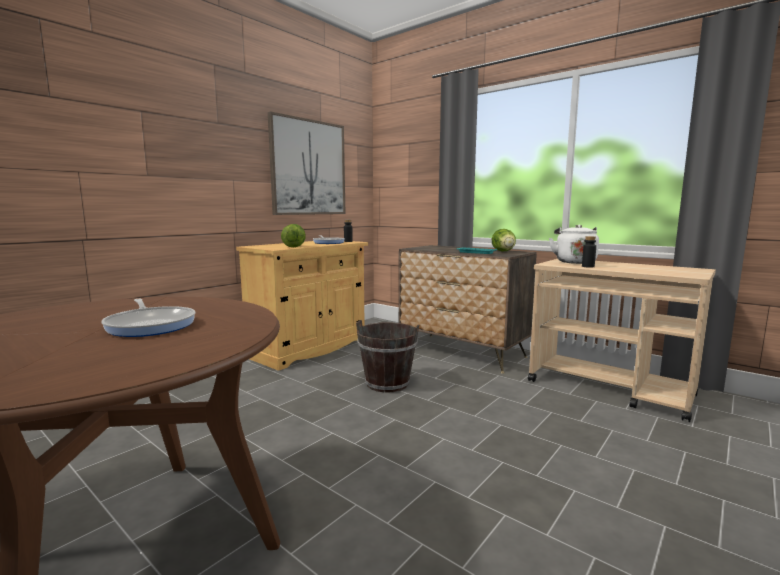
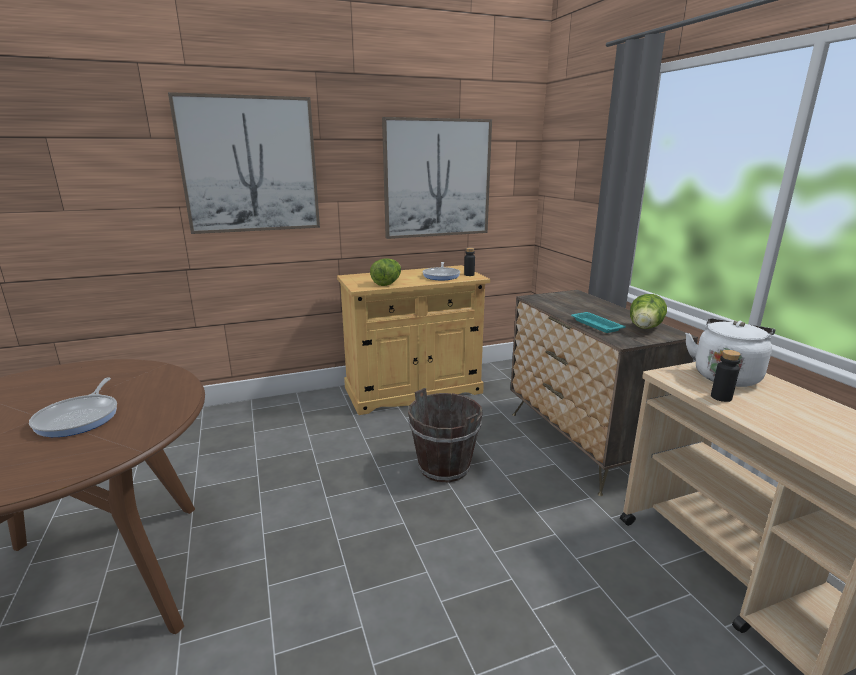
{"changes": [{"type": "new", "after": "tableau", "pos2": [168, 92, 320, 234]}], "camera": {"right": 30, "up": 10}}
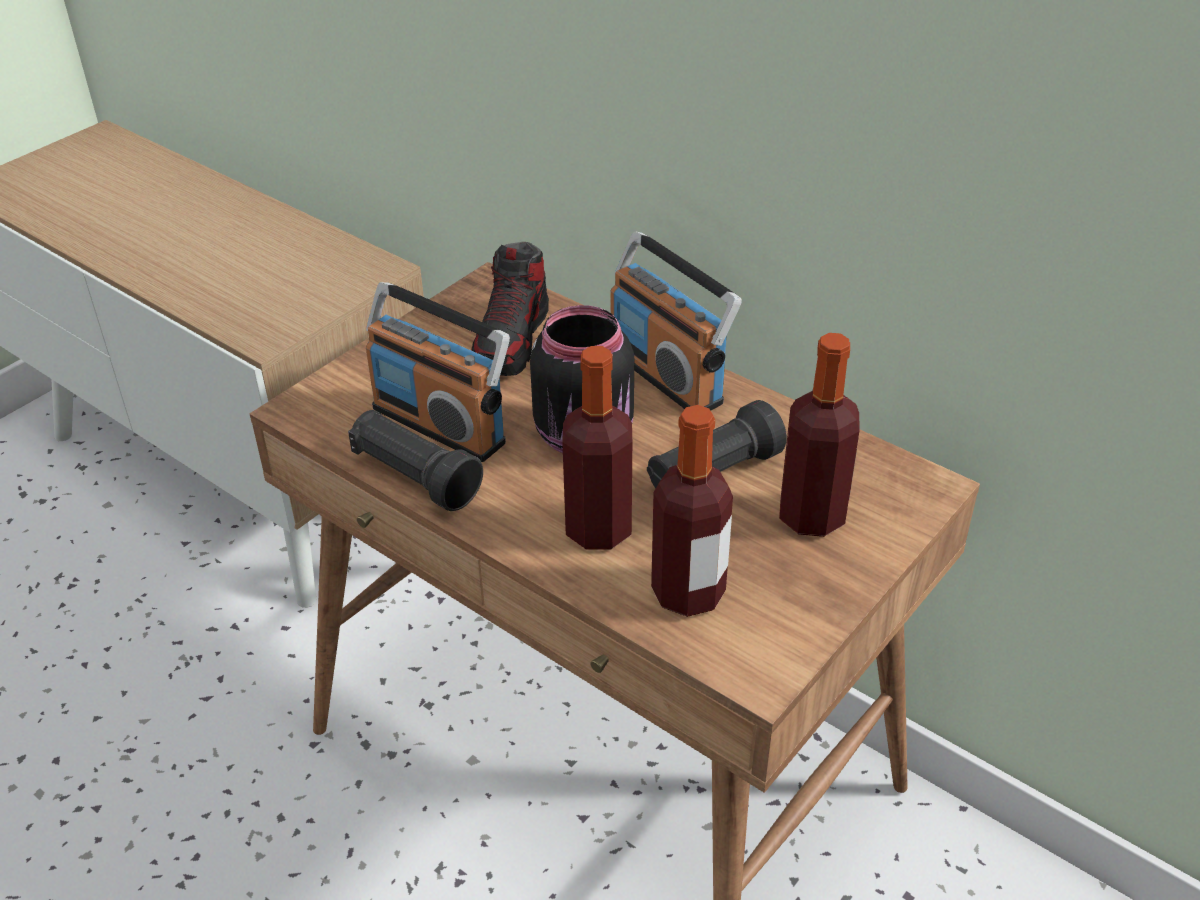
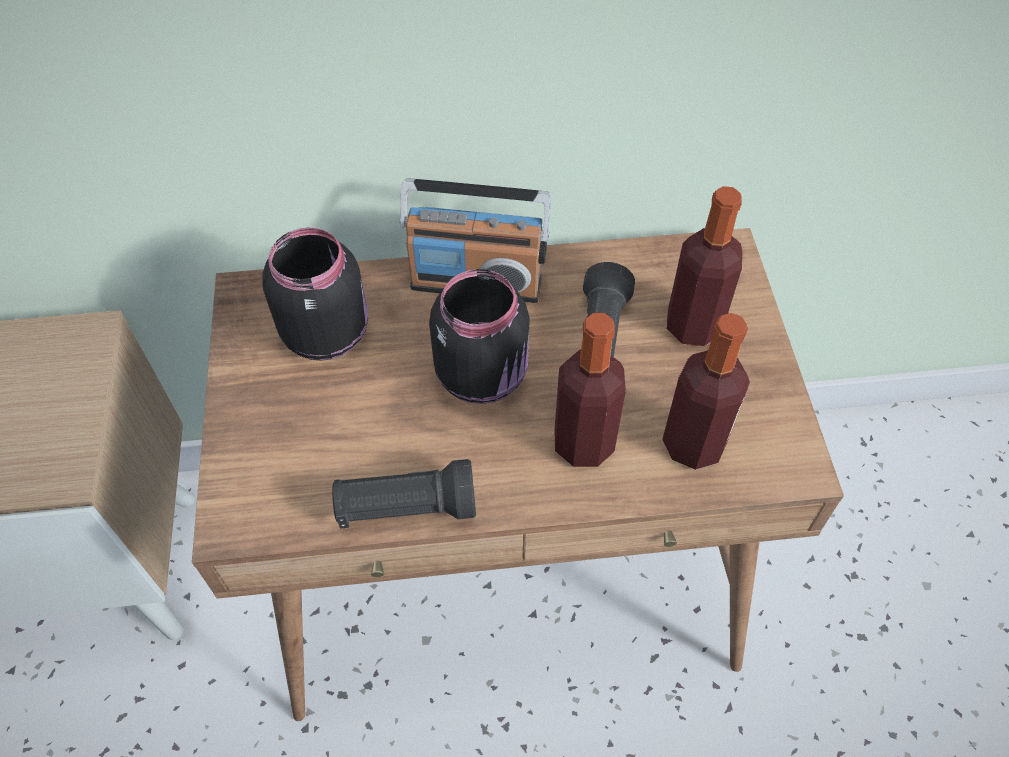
{"changes": [{"type": "swapped", "before": "chaussure", "after": "bocal (noir)", "pos1": [471, 242, 549, 376], "pos2": [262, 228, 368, 361]}, {"type": "gone", "before": "radio", "pos1": [366, 282, 510, 462]}], "camera": {"right": -45, "up": 15}}
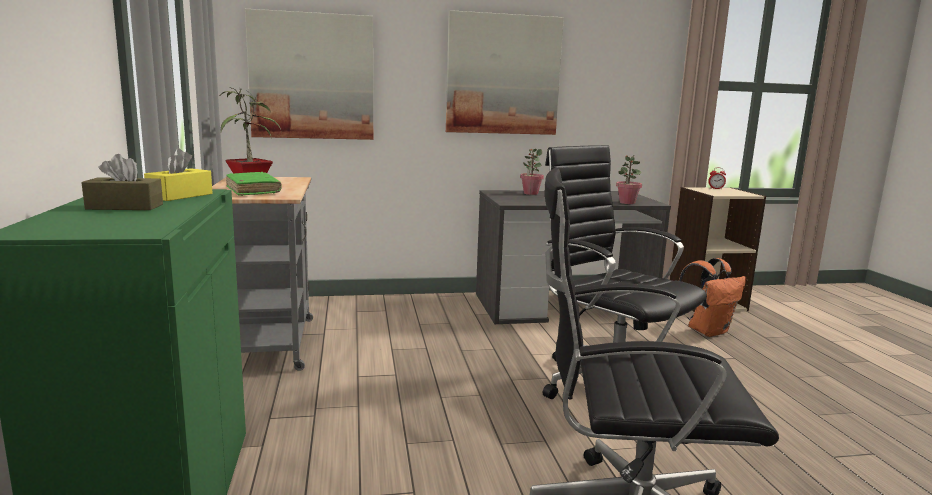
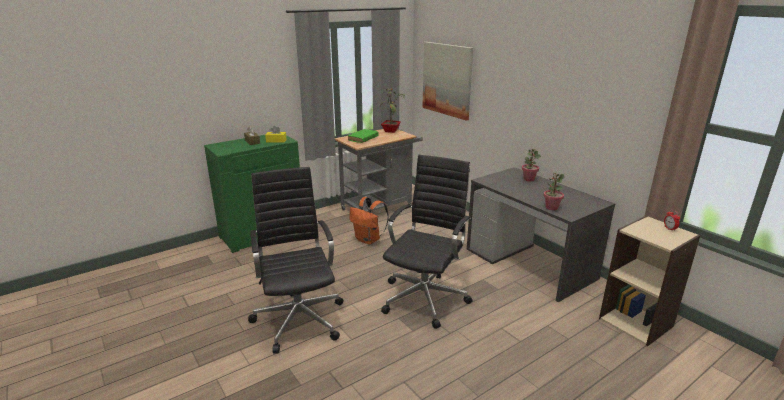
{"changes": [{"type": "gone", "before": "tableau", "pos1": [446, 10, 564, 135]}, {"type": "shifted", "before": "sac à dos (orange)", "pos1": [679, 258, 746, 337], "pos2": [349, 197, 389, 244]}], "camera": {"right": 65, "up": 10}}
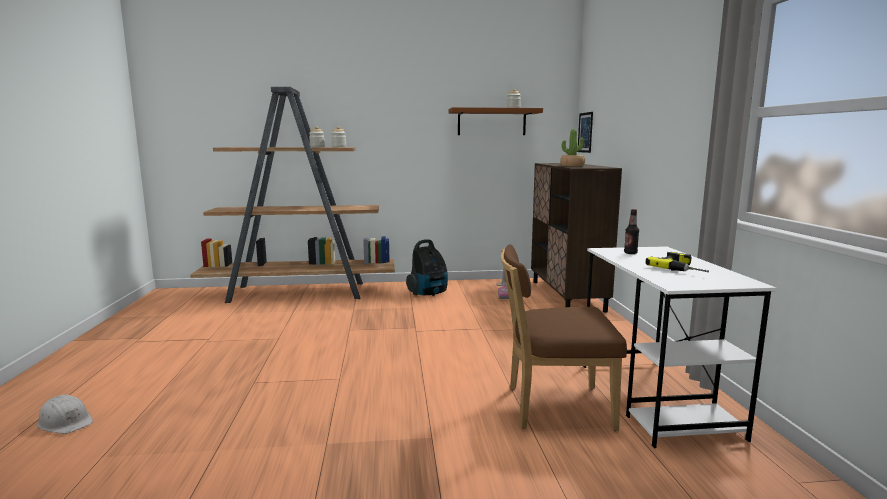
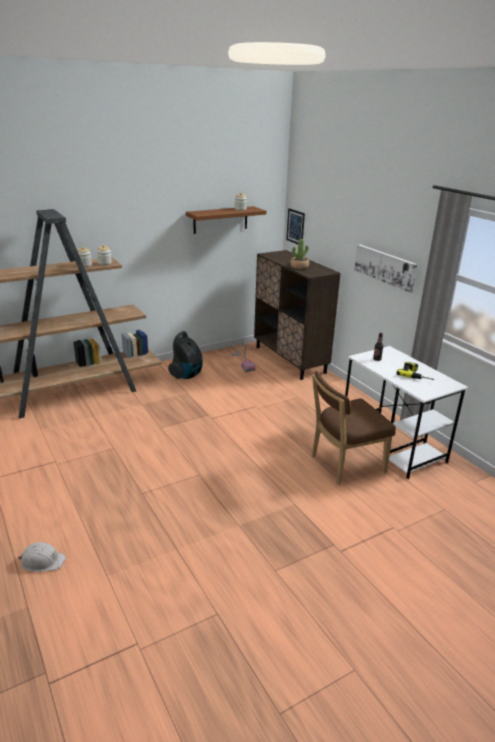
{"changes": [{"type": "new", "after": "tableau", "pos2": [354, 244, 418, 293]}], "camera": {"right": -25, "up": 15}}
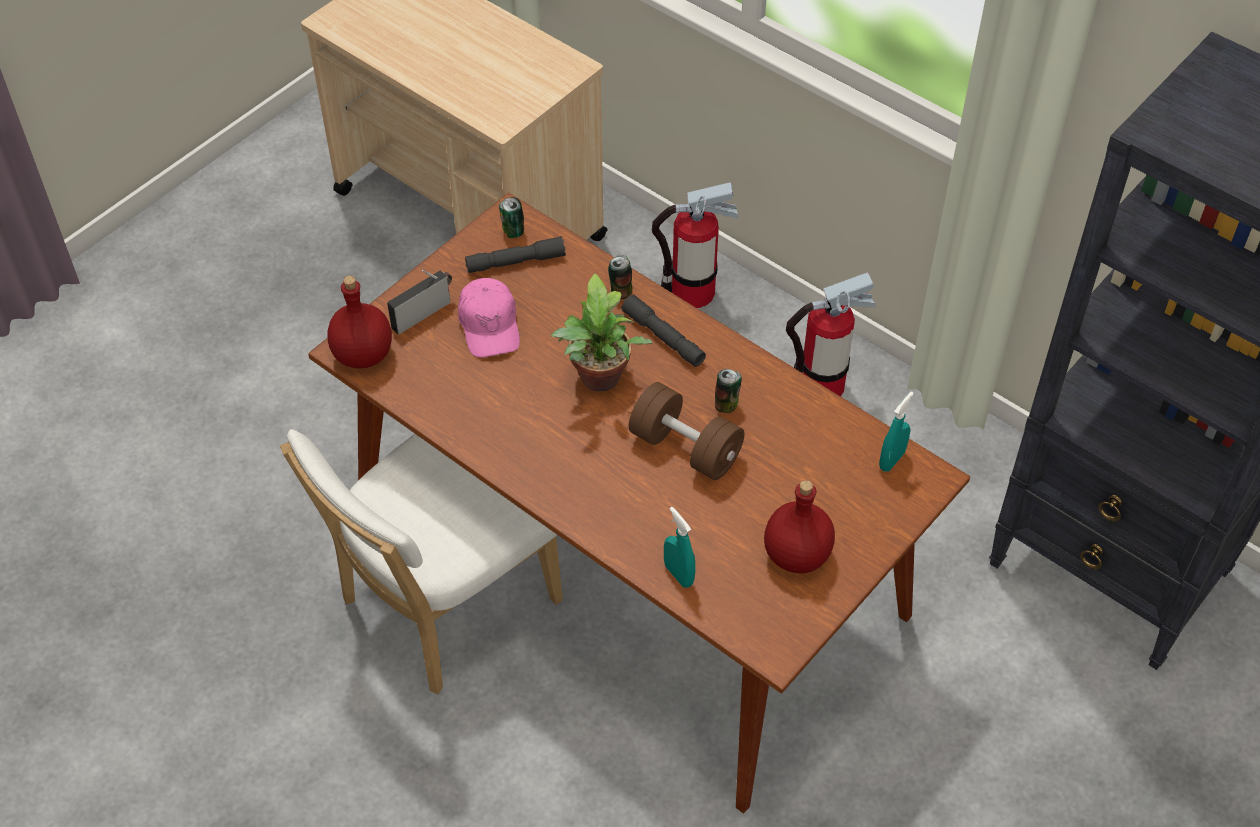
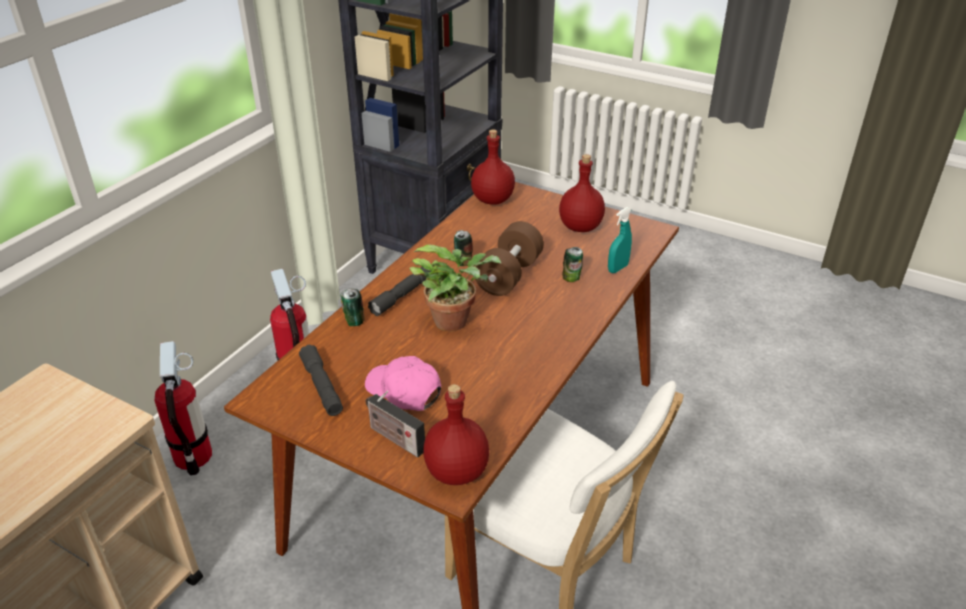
{"changes": [{"type": "shifted", "before": "boîte métallique", "pos1": [499, 197, 524, 238], "pos2": [562, 247, 583, 282]}, {"type": "rotated", "before": "casquette (rose)", "pos1": [458, 278, 520, 357], "pos2": [365, 356, 441, 411], "turn": -120}, {"type": "swapped", "before": "vaporisateur (turquoise)", "after": "bouteille (rouge)", "pos1": [879, 391, 914, 472], "pos2": [471, 130, 515, 205]}], "camera": {"right": -100, "up": -15}}
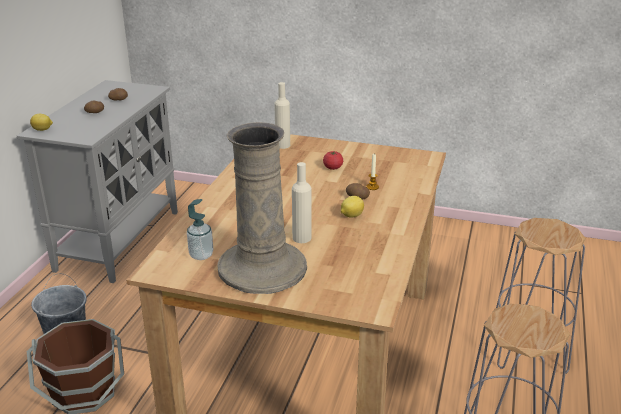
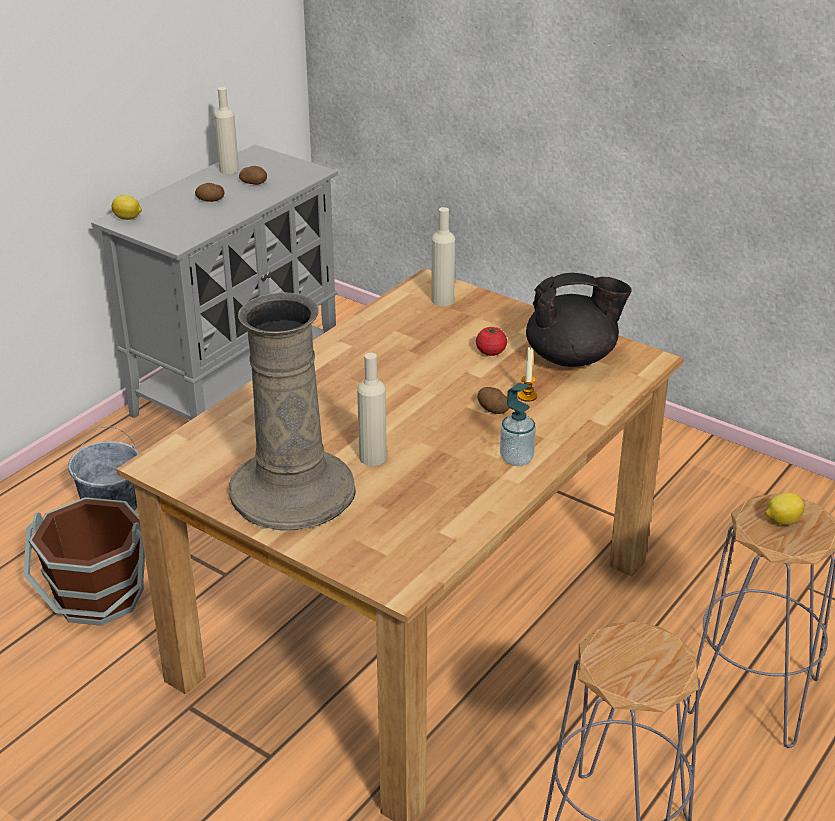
{"changes": [{"type": "shifted", "before": "citron", "pos1": [341, 196, 364, 217], "pos2": [765, 492, 804, 525]}, {"type": "shifted", "before": "distributeur de savon", "pos1": [187, 199, 213, 260], "pos2": [500, 383, 536, 466]}, {"type": "new", "after": "bouteille (beige)", "pos2": [214, 87, 239, 174]}, {"type": "new", "after": "théière (noir)", "pos2": [526, 273, 632, 367]}], "camera": {"right": 20, "up": 5}}
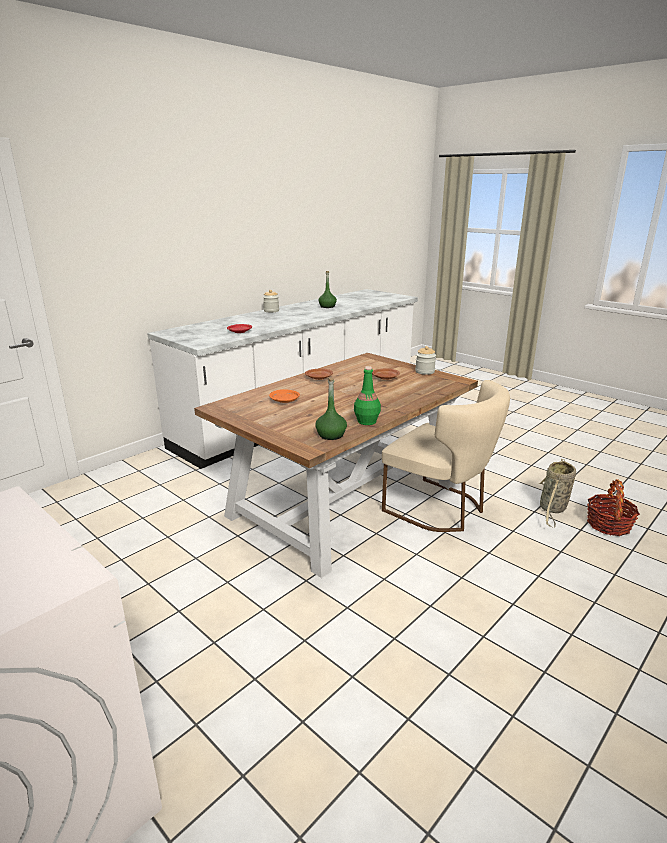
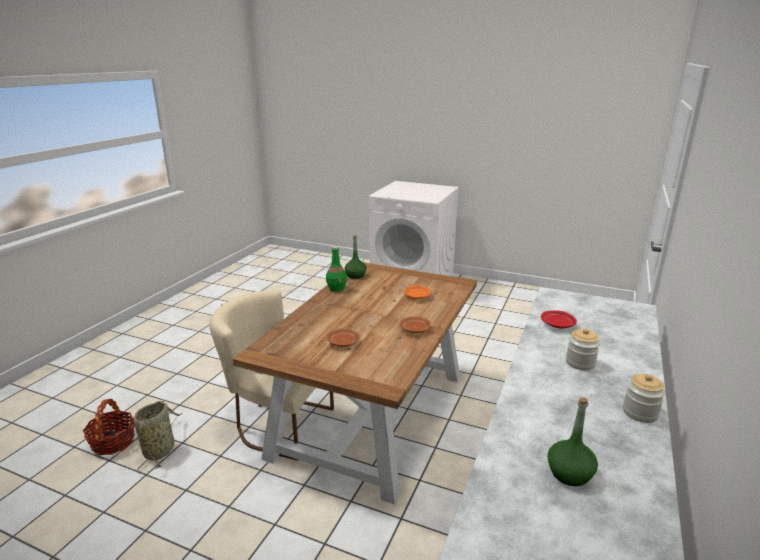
{"changes": [{"type": "shifted", "before": "bocal", "pos1": [415, 346, 436, 375], "pos2": [566, 328, 600, 370]}], "camera": {"right": 160, "up": 0}}
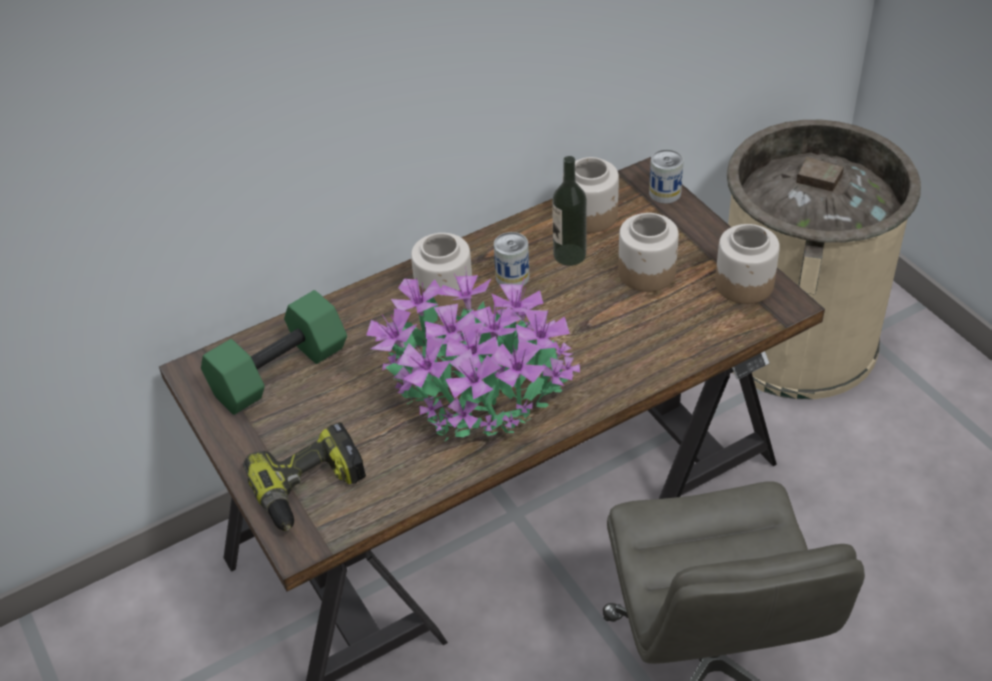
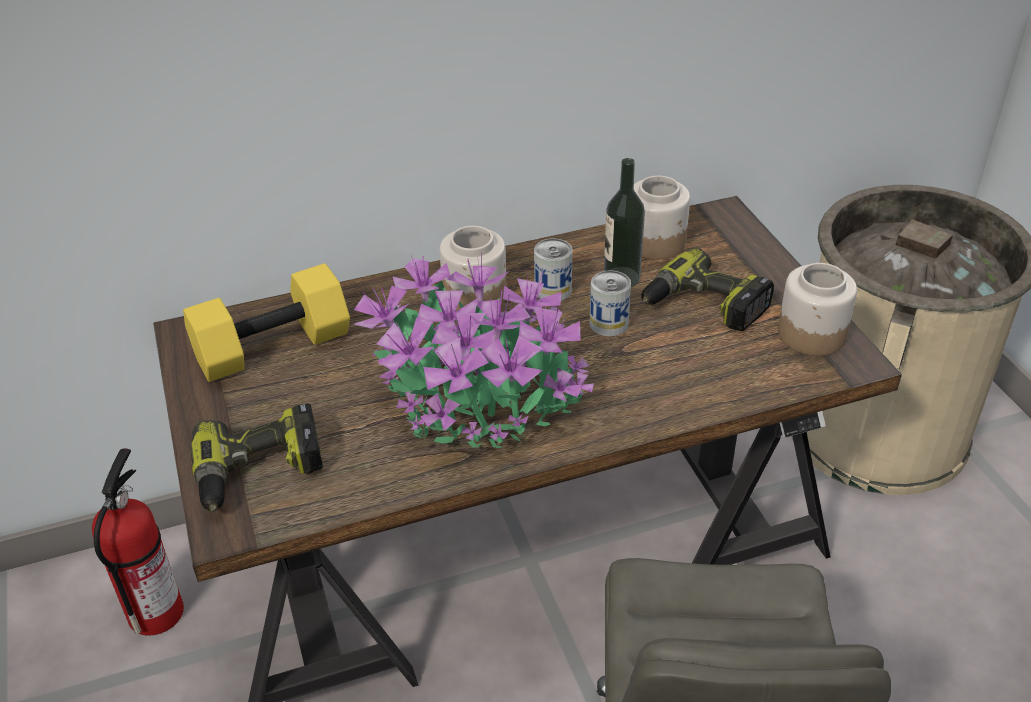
{"changes": [{"type": "shifted", "before": "boîte métallique", "pos1": [649, 149, 684, 204], "pos2": [589, 270, 631, 337]}, {"type": "swapped", "before": "bocal", "after": "perceuse", "pos1": [618, 213, 679, 292], "pos2": [641, 247, 774, 331]}, {"type": "repainted", "before": "haltère (vert)", "after": "haltère (jaune)", "pos1": [201, 290, 347, 415], "pos2": [183, 263, 350, 382]}, {"type": "new", "after": "extincteur", "pos2": [92, 448, 184, 636]}], "camera": {"right": 10, "up": -5}}
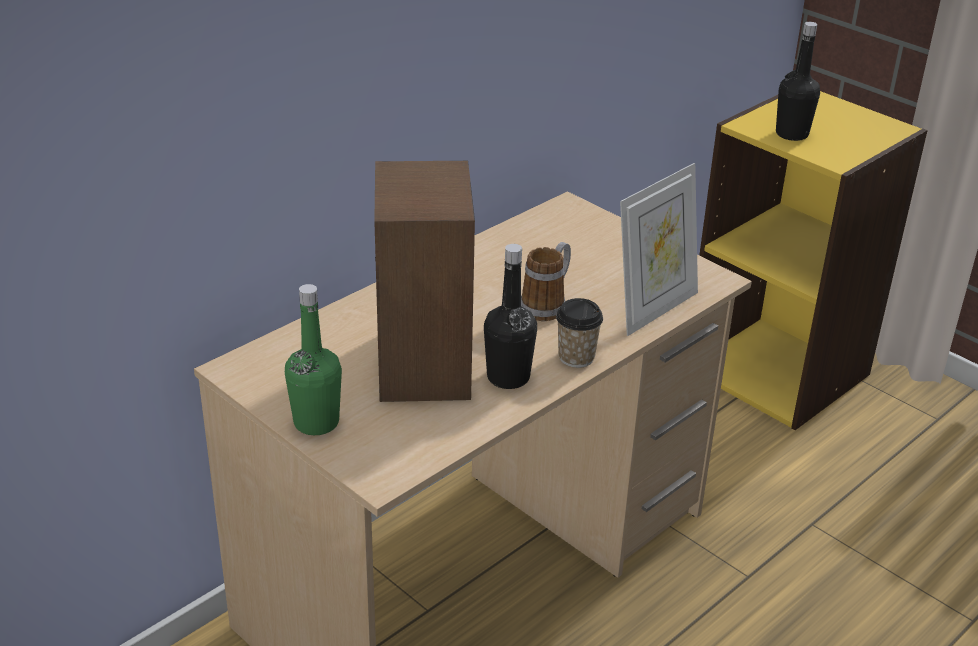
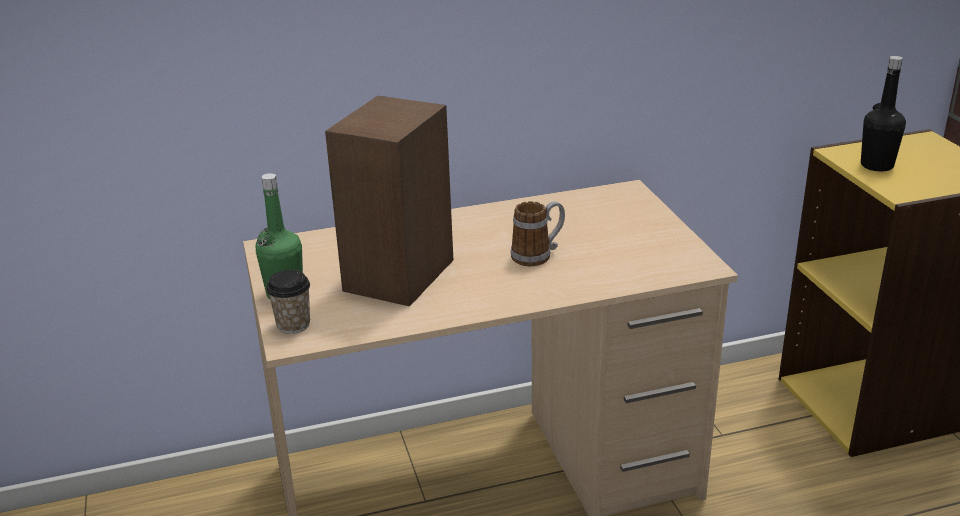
{"changes": [{"type": "gone", "before": "cadre photo", "pos1": [620, 163, 698, 336]}, {"type": "gone", "before": "bouteille (noir)", "pos1": [484, 244, 537, 389]}, {"type": "shifted", "before": "tasse", "pos1": [556, 298, 603, 368], "pos2": [266, 270, 310, 334]}], "camera": {"right": 30, "up": -5}}
